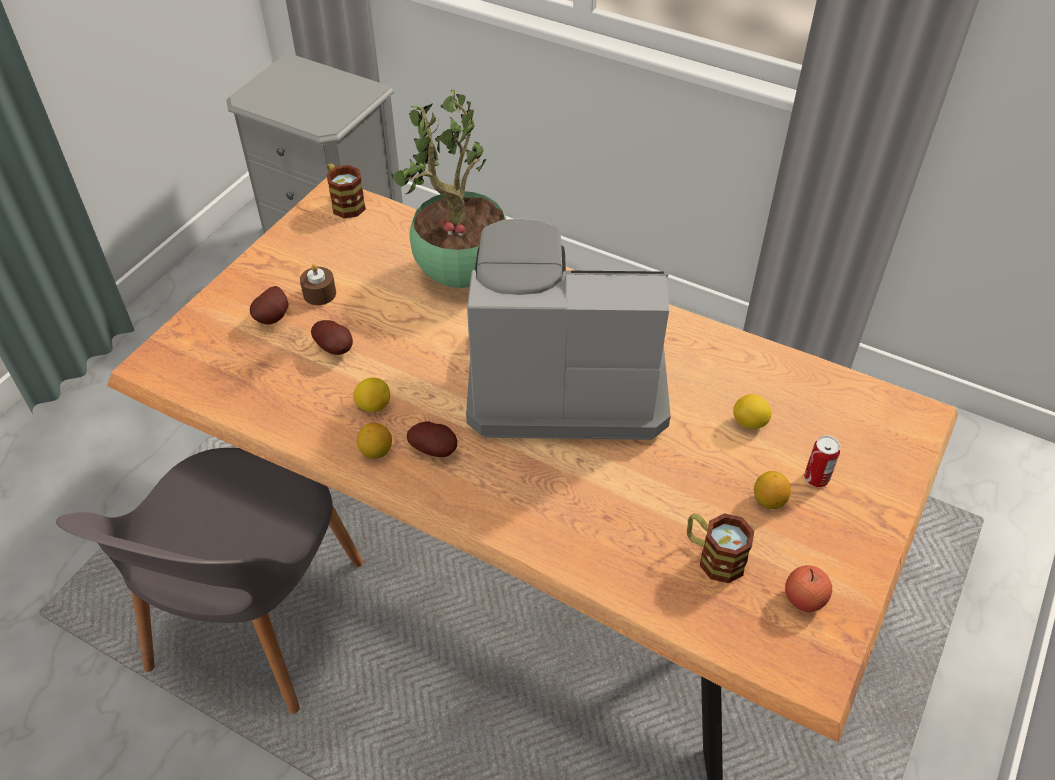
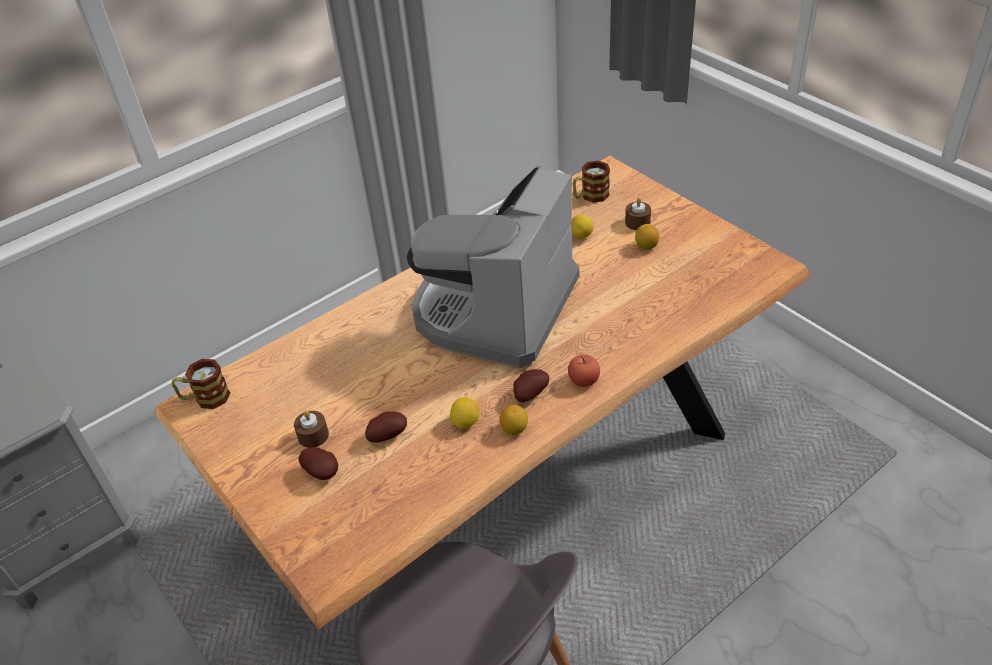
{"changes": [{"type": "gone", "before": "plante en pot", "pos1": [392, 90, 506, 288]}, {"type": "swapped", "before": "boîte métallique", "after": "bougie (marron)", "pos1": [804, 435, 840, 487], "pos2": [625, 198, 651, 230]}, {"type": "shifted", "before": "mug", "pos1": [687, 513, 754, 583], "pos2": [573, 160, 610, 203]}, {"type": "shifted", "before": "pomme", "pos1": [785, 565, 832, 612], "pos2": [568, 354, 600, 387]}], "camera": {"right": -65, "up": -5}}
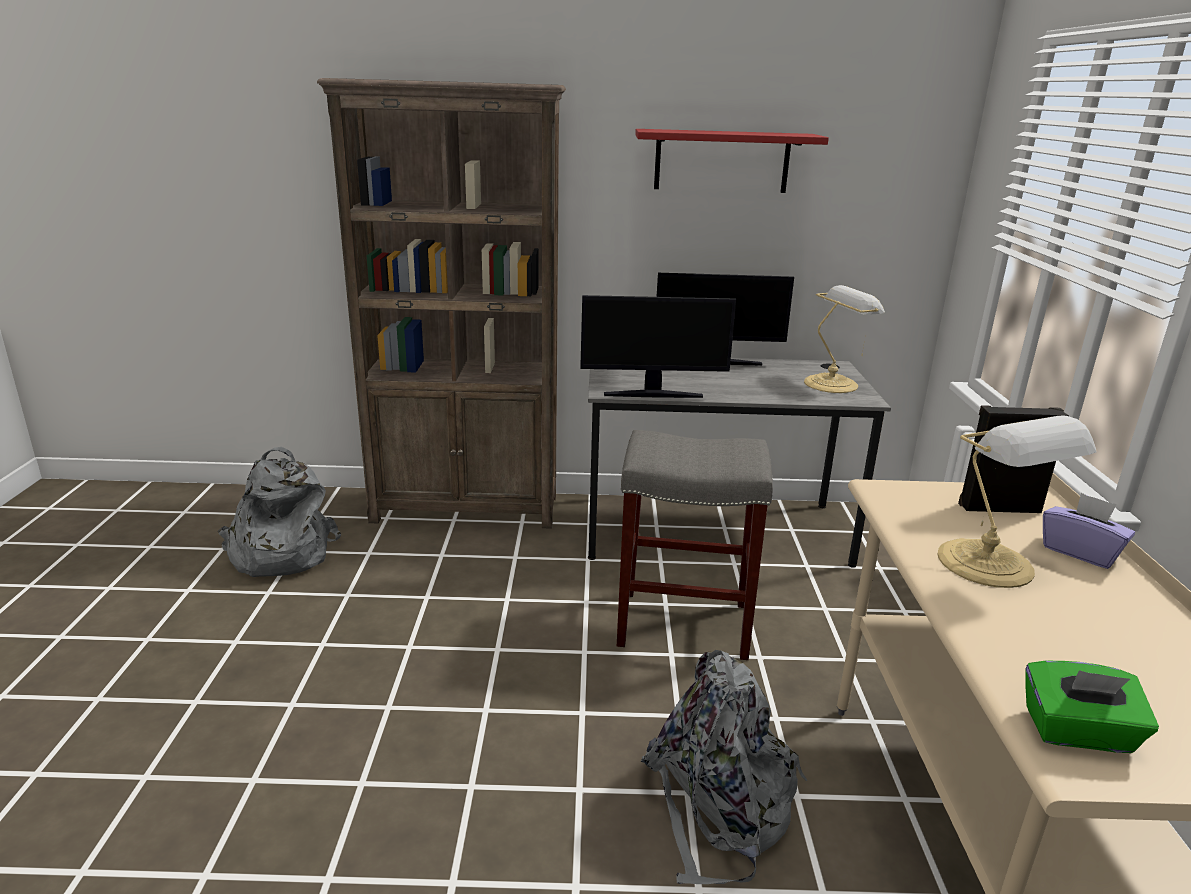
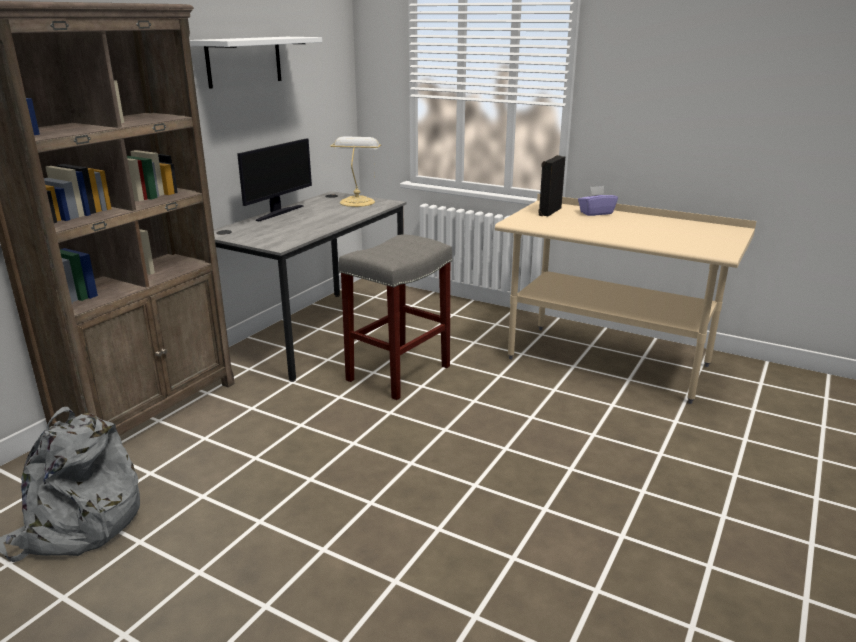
{"changes": [{"type": "repainted", "before": "étagère (rouge)", "after": "étagère (blanc)", "pos1": [635, 129, 829, 193], "pos2": [190, 37, 322, 89]}, {"type": "gone", "before": "écran d'ordinateur", "pos1": [580, 295, 736, 398]}, {"type": "gone", "before": "lampe de table", "pos1": [937, 416, 1097, 588]}, {"type": "gone", "before": "sac à dos (gris)", "pos1": [641, 650, 807, 884]}, {"type": "gone", "before": "boîte à mouchoirs (vert)", "pos1": [1025, 661, 1159, 753]}], "camera": {"right": -60, "up": 0}}
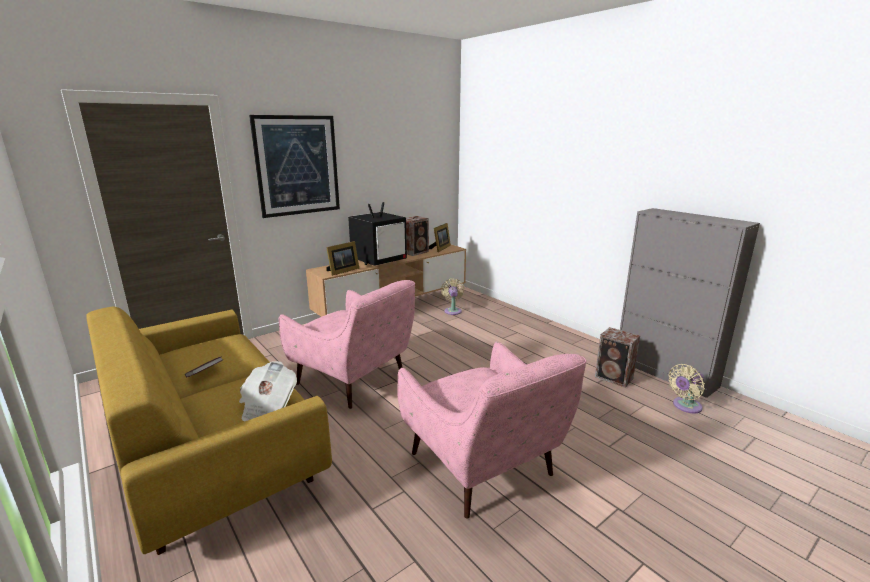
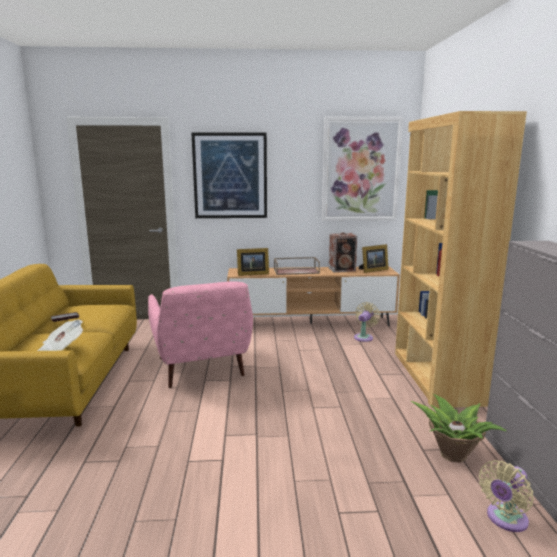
{"changes": [{"type": "swapped", "before": "téléviseur", "after": "plateau (marron)", "pos1": [348, 202, 407, 266], "pos2": [274, 257, 320, 275]}, {"type": "swapped", "before": "enceinte", "after": "plante en pot", "pos1": [595, 327, 640, 388], "pos2": [411, 394, 507, 463]}, {"type": "gone", "before": "fauteuil (rose)", "pos1": [397, 342, 586, 519]}, {"type": "rotated", "before": "ventilateur (beige)", "pos1": [668, 364, 705, 414], "pos2": [479, 460, 533, 532], "turn": -45}, {"type": "new", "after": "bibliothèque (marron)", "pos2": [395, 111, 527, 408]}, {"type": "new", "after": "tableau", "pos2": [322, 117, 403, 221]}], "camera": {"right": 35, "up": -5}}
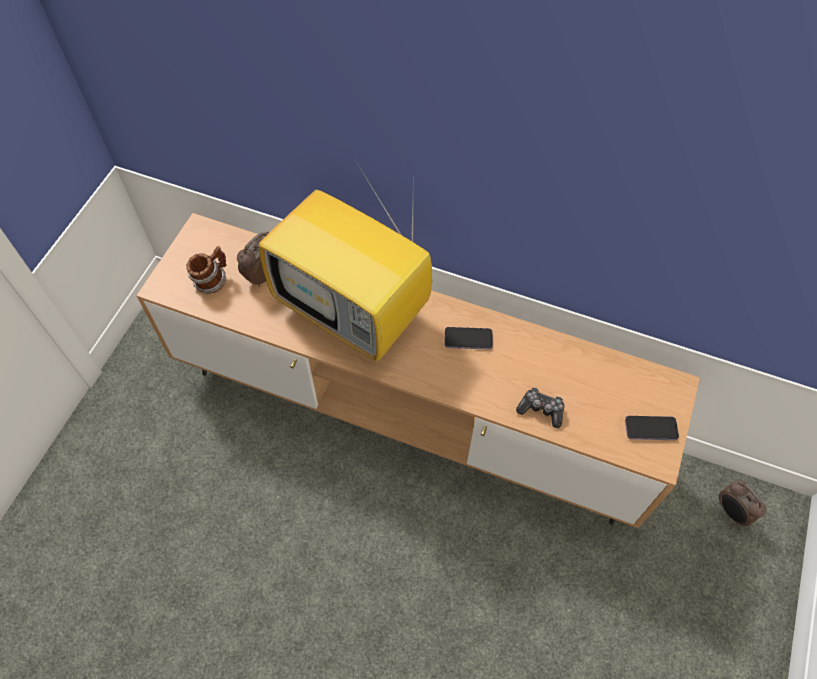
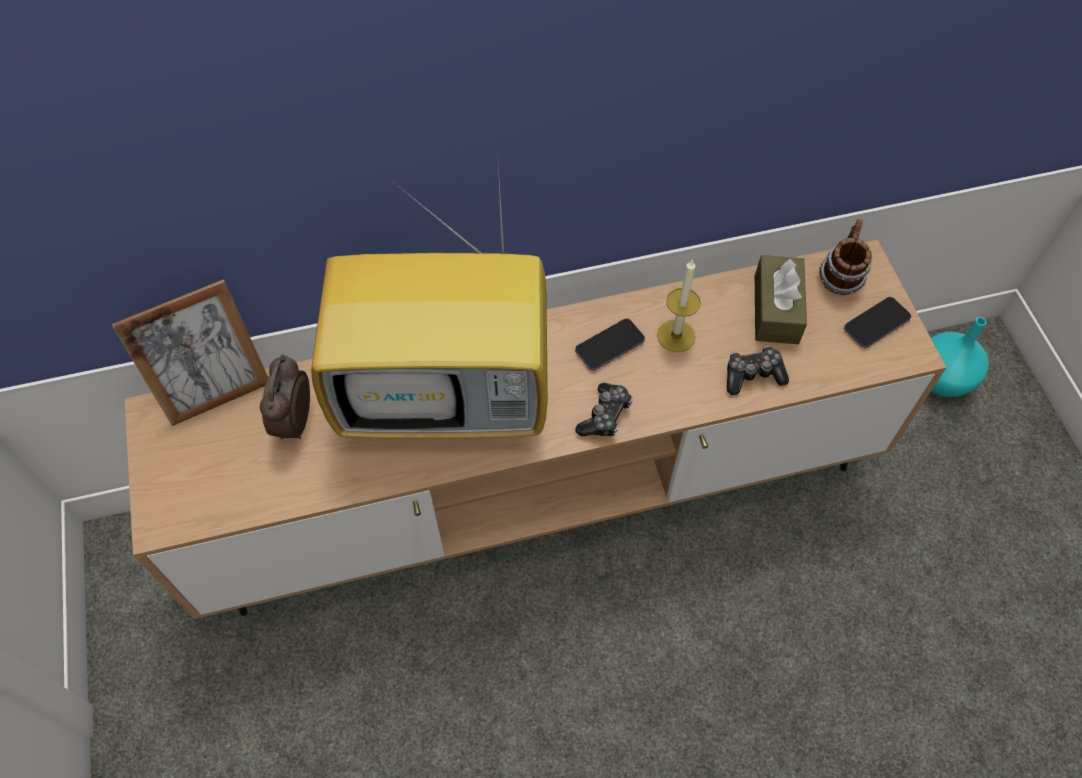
{"changes": [{"type": "shifted", "before": "mug", "pos1": [186, 246, 227, 294], "pos2": [819, 219, 872, 295]}, {"type": "swapped", "before": "réveil", "after": "vase (turquoise)", "pos1": [718, 480, 766, 526], "pos2": [931, 317, 989, 397]}, {"type": "new", "after": "boîte à mouchoirs (marron)", "pos2": [755, 255, 807, 344]}, {"type": "new", "after": "bougie", "pos2": [657, 259, 701, 352]}, {"type": "new", "after": "cadre photo", "pos2": [112, 279, 269, 426]}, {"type": "new", "after": "manette", "pos2": [575, 383, 633, 437]}], "camera": {"right": -35, "up": 0}}
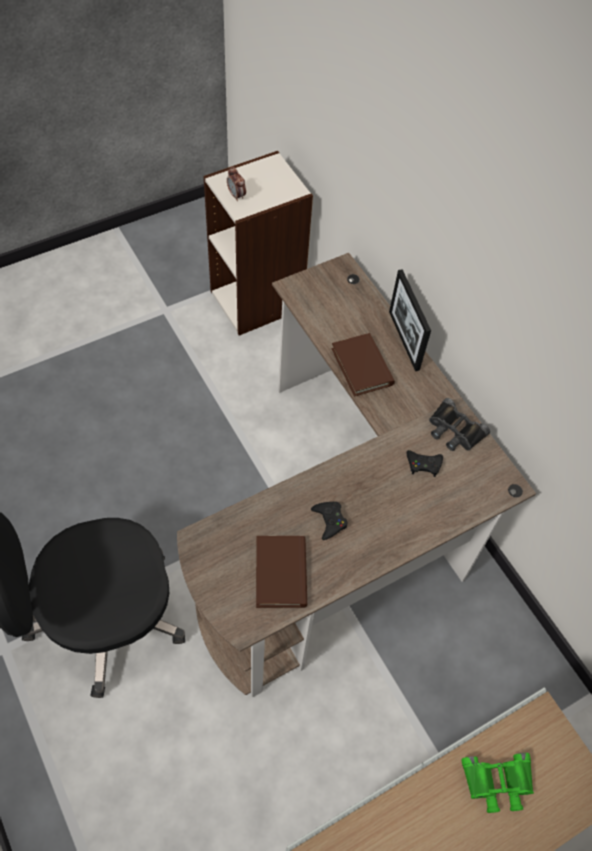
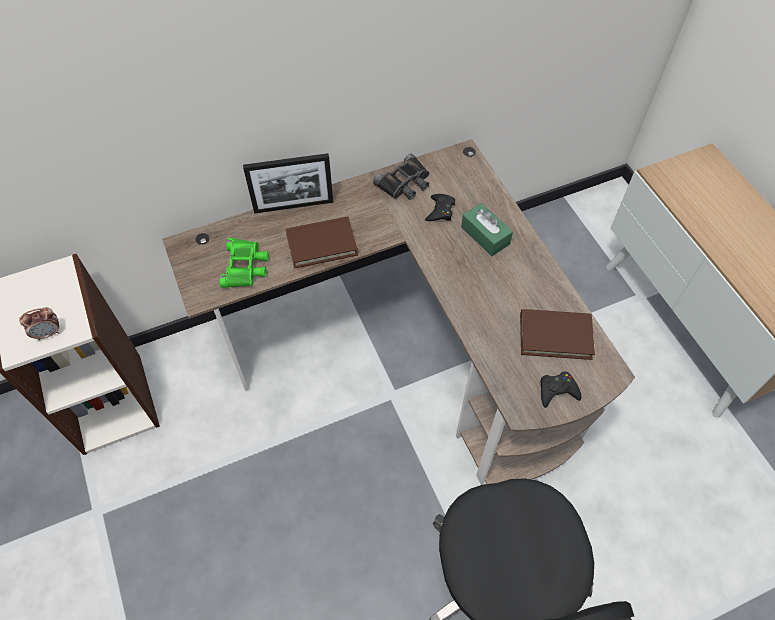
{"changes": [{"type": "shifted", "before": "manette (noir)", "pos1": [311, 502, 347, 540], "pos2": [540, 371, 582, 408]}, {"type": "shifted", "before": "jumelles (vert)", "pos1": [461, 753, 534, 813], "pos2": [219, 238, 269, 288]}, {"type": "new", "after": "boîte à mouchoirs (vert)", "pos2": [461, 203, 513, 256]}], "camera": {"right": -80, "up": 0}}
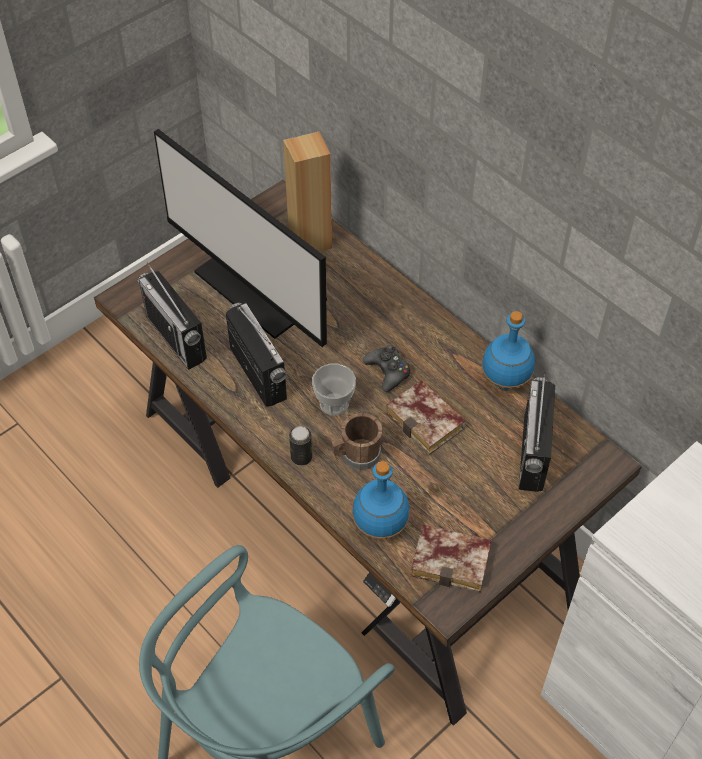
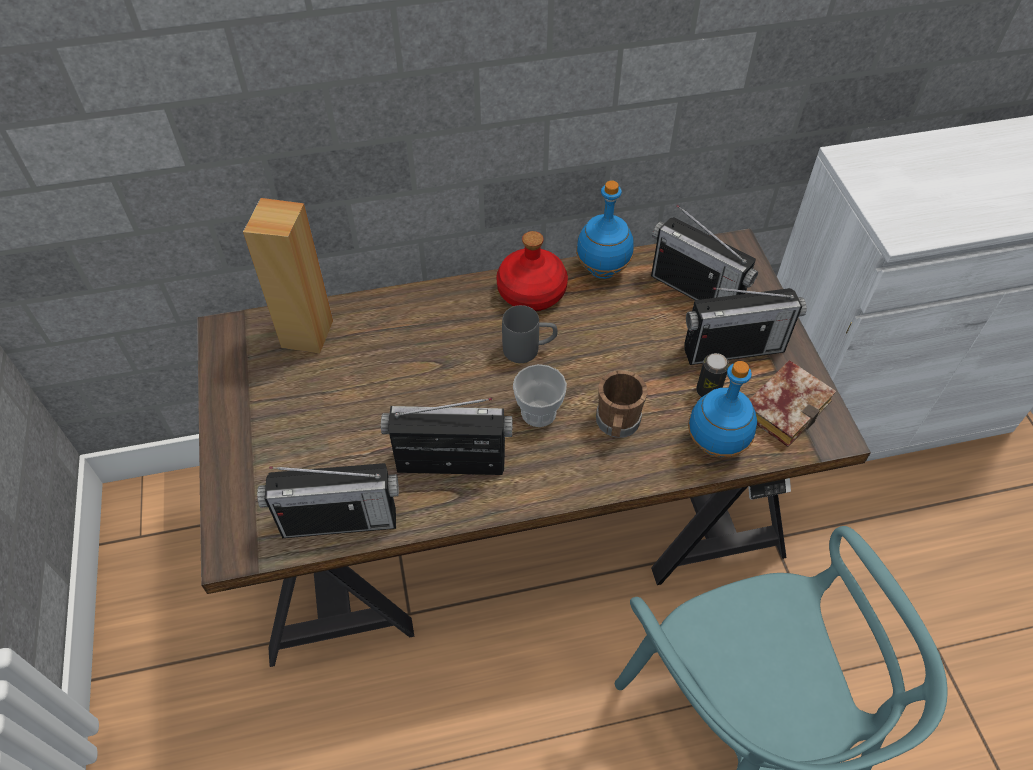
{"changes": [{"type": "gone", "before": "écran d'ordinateur", "pos1": [154, 129, 327, 347]}, {"type": "swapped", "before": "manette (noir)", "after": "mug (gris)", "pos1": [363, 345, 410, 392], "pos2": [502, 305, 558, 363]}, {"type": "gone", "before": "livre", "pos1": [386, 380, 466, 455]}, {"type": "shifted", "before": "boîte métallique", "pos1": [289, 426, 312, 466], "pos2": [696, 353, 729, 397]}, {"type": "new", "after": "bouteille (rouge)", "pos2": [496, 231, 568, 311]}, {"type": "new", "after": "radio", "pos2": [684, 287, 807, 365]}], "camera": {"right": -60, "up": 0}}
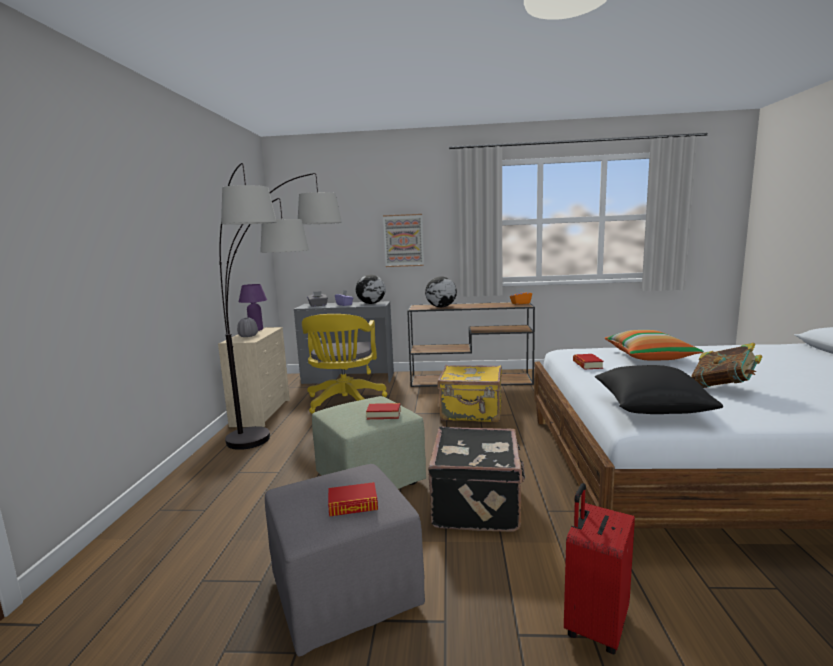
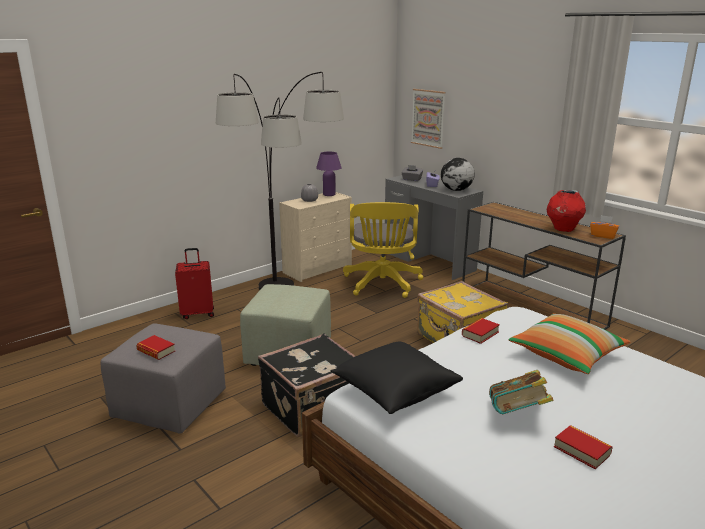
{"changes": [{"type": "shifted", "before": "tableau", "pos1": [383, 214, 424, 267], "pos2": [411, 89, 446, 149]}, {"type": "gone", "before": "globe", "pos1": [425, 276, 457, 307]}, {"type": "rotated", "before": "chaise de bureau (jaune)", "pos1": [302, 314, 387, 414], "pos2": [343, 202, 423, 298], "turn": -45}, {"type": "shifted", "before": "livre", "pos1": [366, 403, 400, 419], "pos2": [554, 425, 613, 469]}, {"type": "shifted", "before": "valise (rouge)", "pos1": [564, 483, 635, 654], "pos2": [175, 248, 214, 319]}, {"type": "new", "after": "vase (rouge)", "pos2": [547, 190, 586, 232]}], "camera": {"right": 45, "up": 10}}
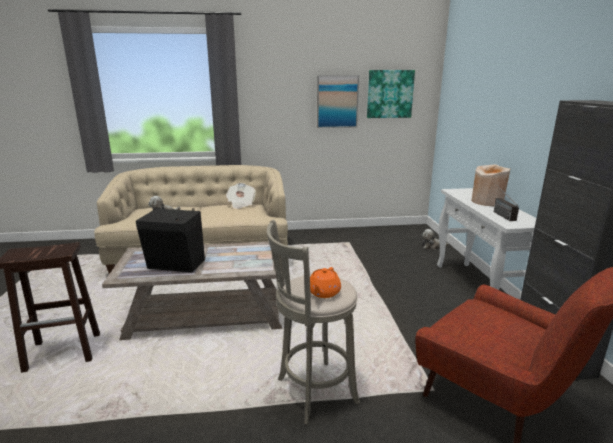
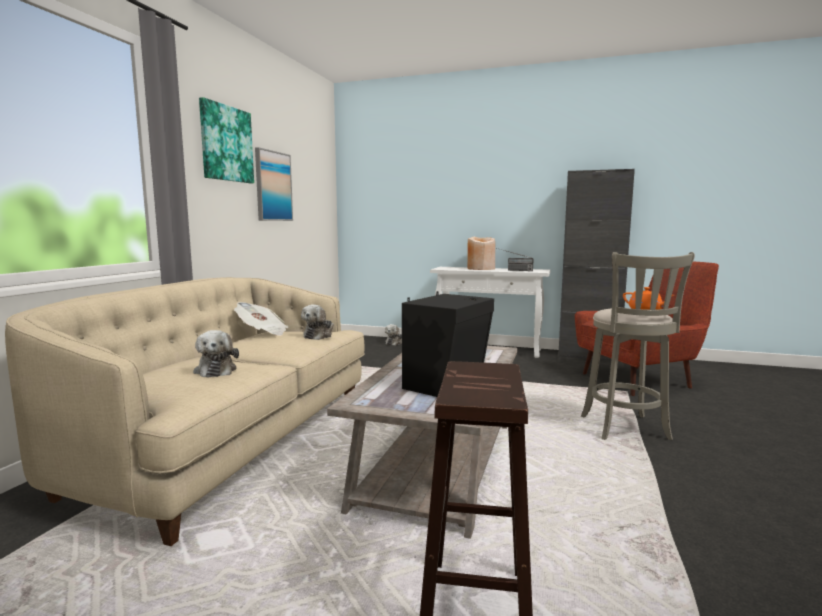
{"changes": [{"type": "shifted", "before": "tableau", "pos1": [367, 70, 415, 118], "pos2": [199, 97, 254, 183]}, {"type": "new", "after": "peluche", "pos2": [301, 304, 334, 340]}], "camera": {"right": -65, "up": -10}}
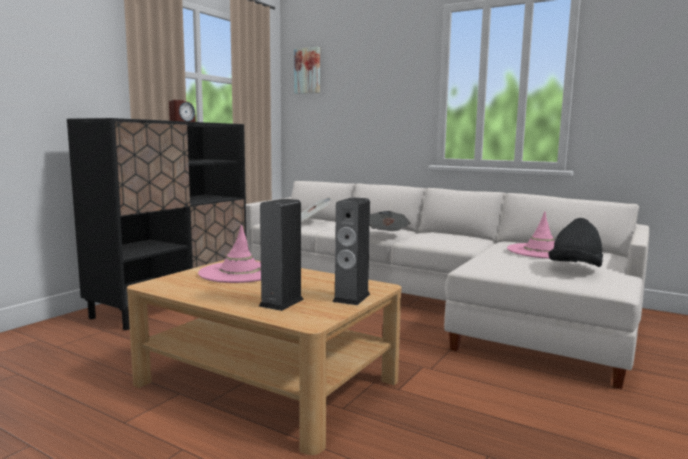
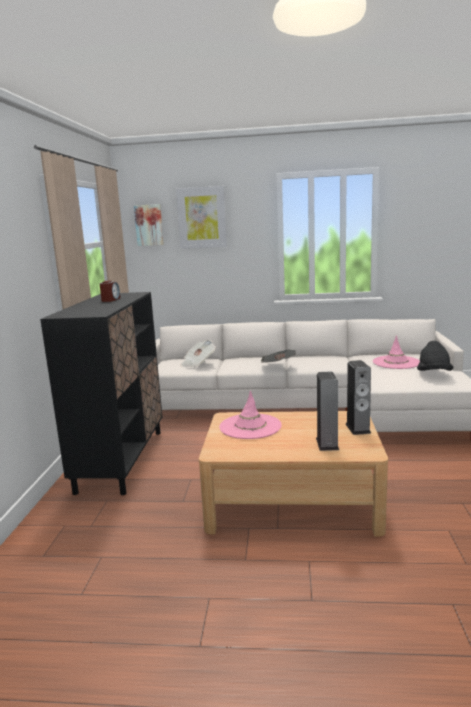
{"changes": [{"type": "new", "after": "tableau", "pos2": [176, 186, 227, 249]}], "camera": {"right": -25, "up": 5}}
